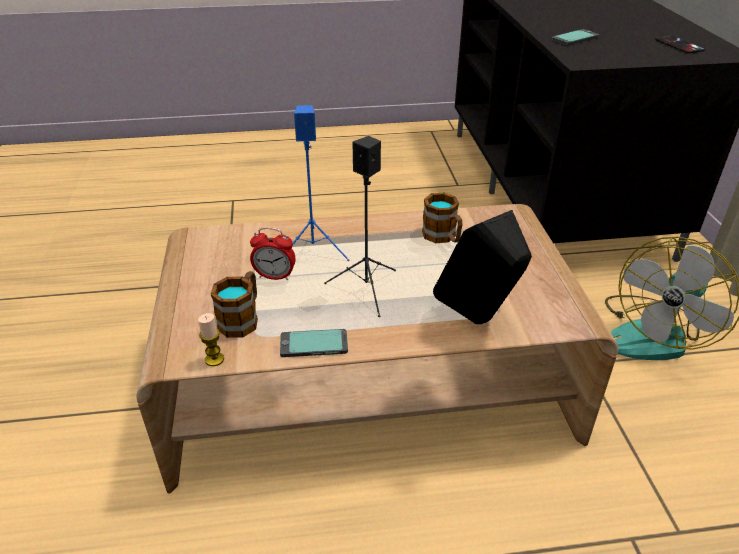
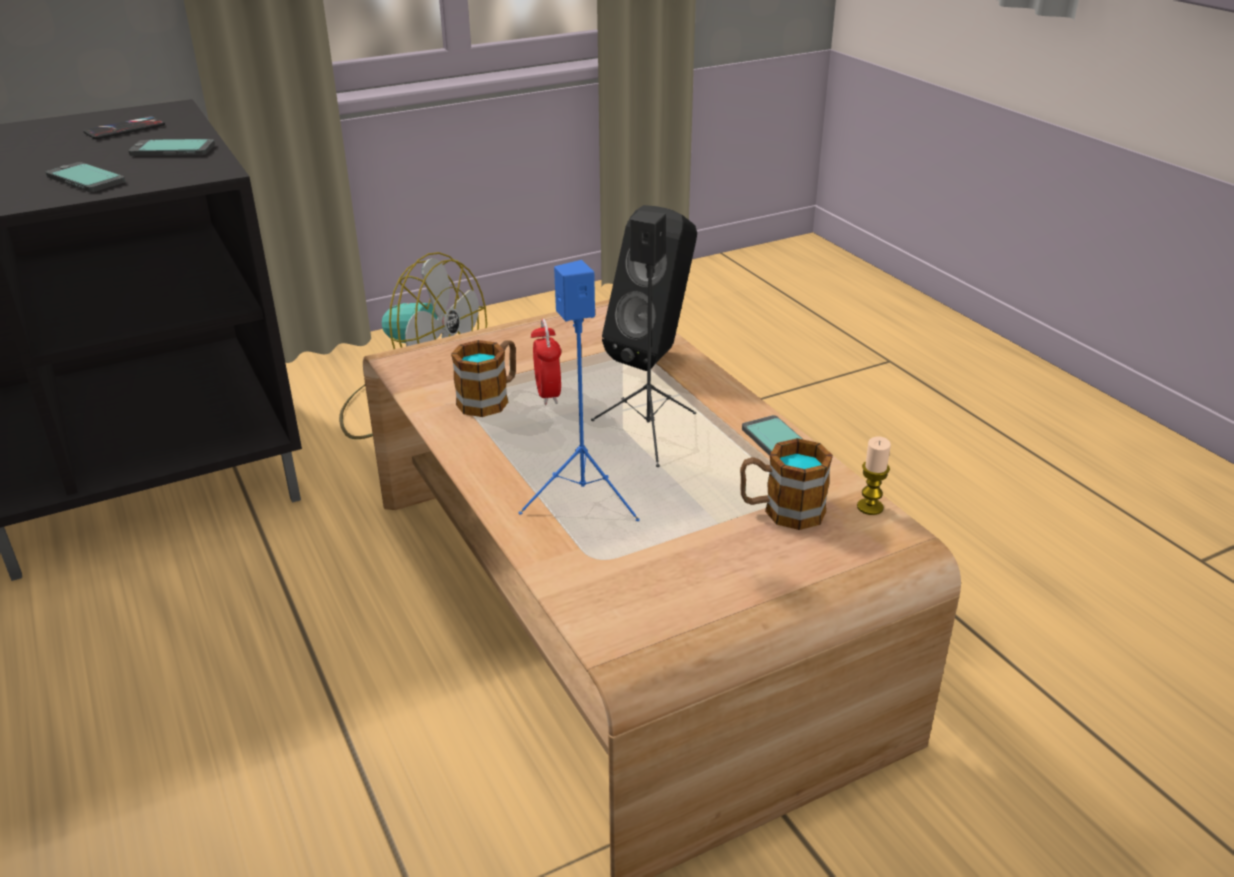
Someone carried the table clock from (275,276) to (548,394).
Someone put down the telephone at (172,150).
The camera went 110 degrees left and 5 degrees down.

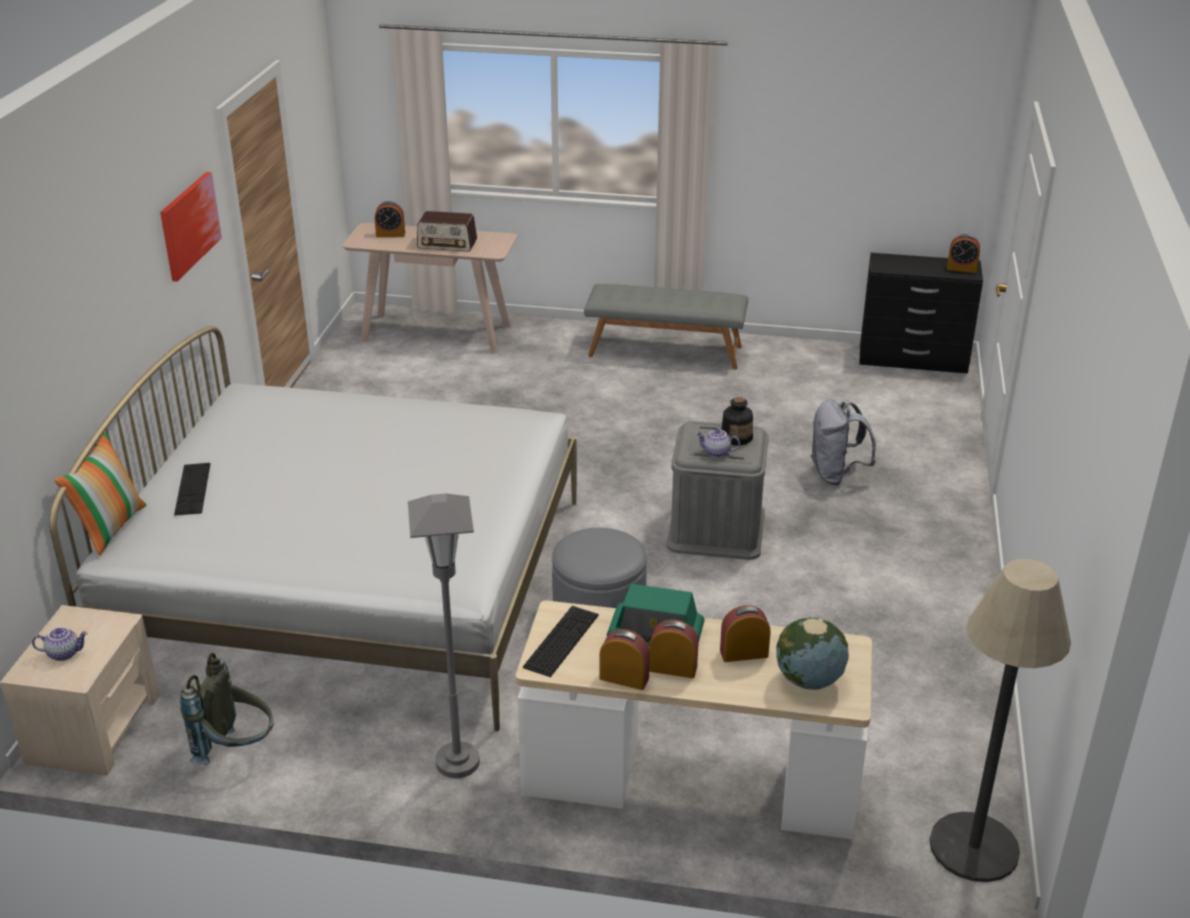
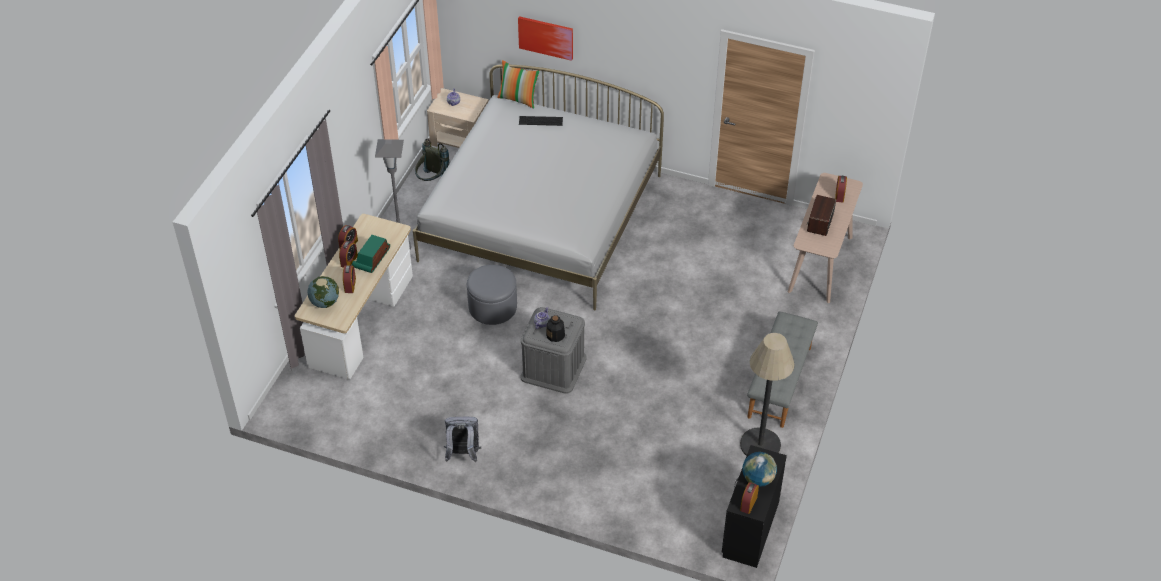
Someone carried the wall picture from (189,225) to (546,37).
Someone took away the PC keyboard at (561,641).
Someone carried the rucksack (greyish) from (836,474) to (463,454).
Someone carried the standing lamp from (974,847) to (760,444).
Someone put down the globe at (758,479).
The camera went 100 degrees right and 15 degrees up.

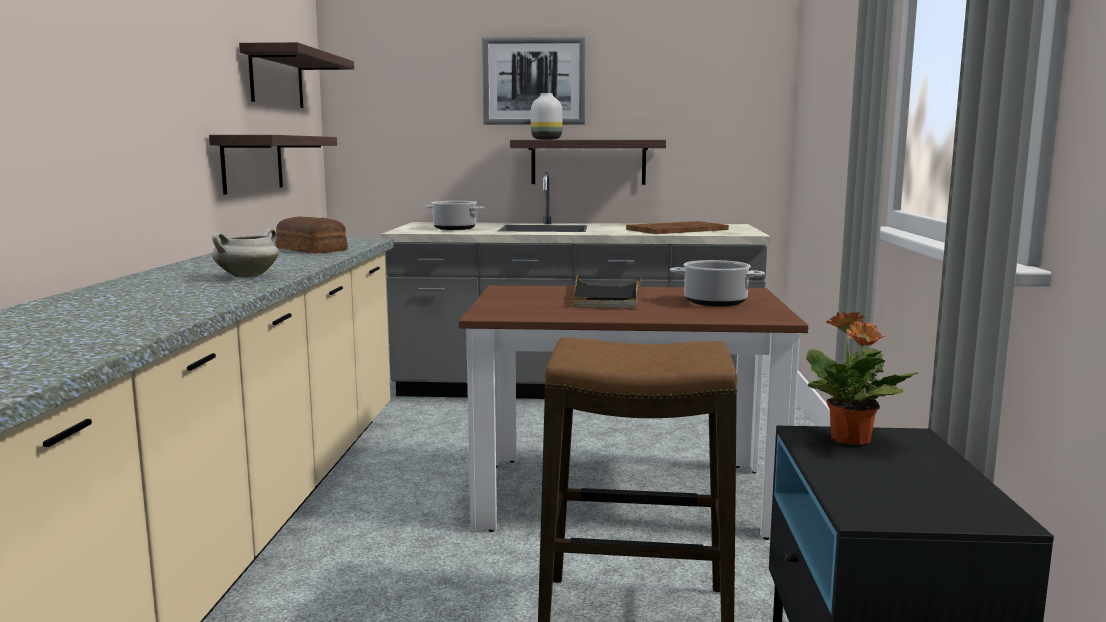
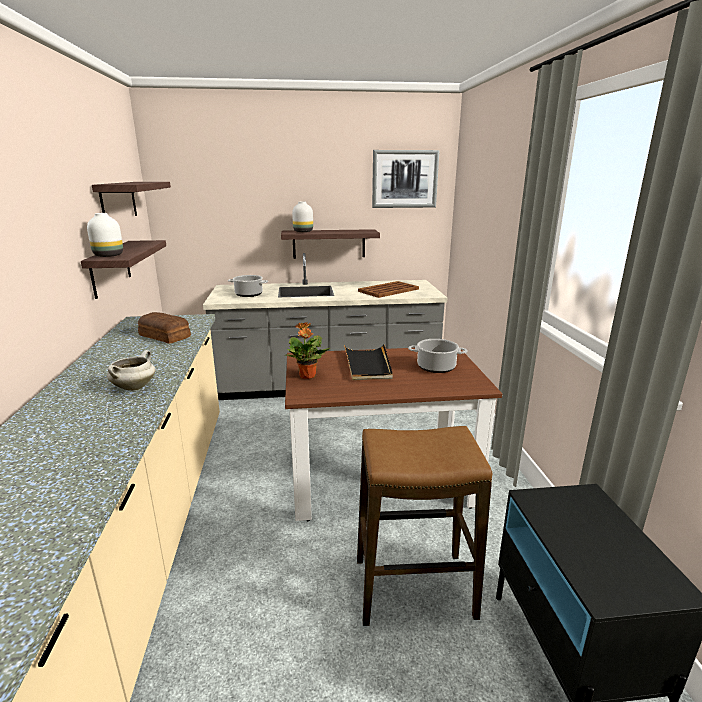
Someone carried the wall picture from (534,81) to (404,179).
Someone carried the potted plant from (850,440) to (307,376).
Someone put down the decorative vase (white-coloured) at (109,255).
The camera went 10 degrees left and 10 degrees up.

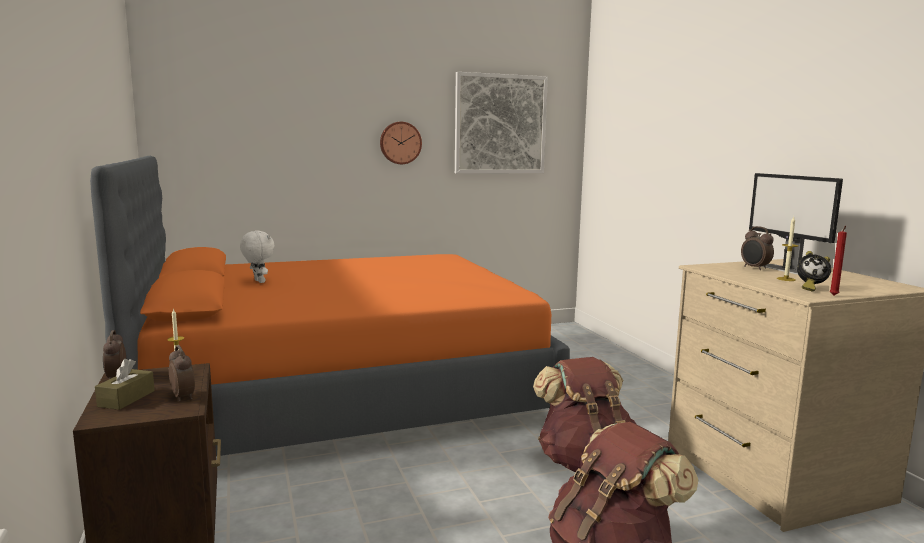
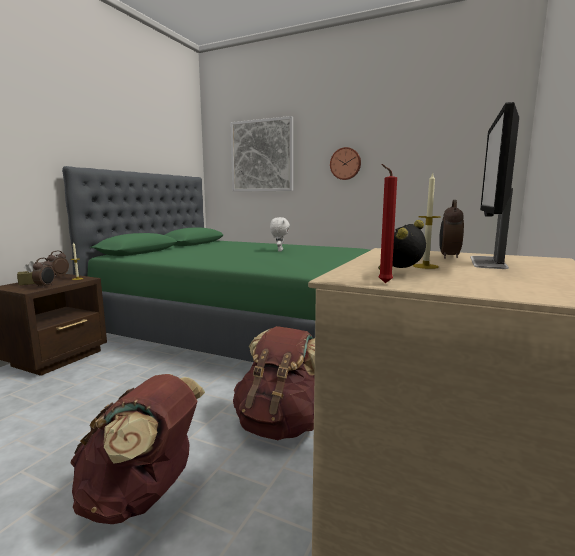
Someone repainted the bedroom bed (orange-coloured) at (342,393), which became the bedroom bed (green-coloured) at (242,328).
Someone carried the plush toy (white-coloured) from (258,281) to (279,250).
Someone carried the wall picture from (500,124) to (262,156).
Someone rotated the table clock at (810,288) by 75 degrees clockwise.
The camera went 45 degrees right and 0 degrees up.

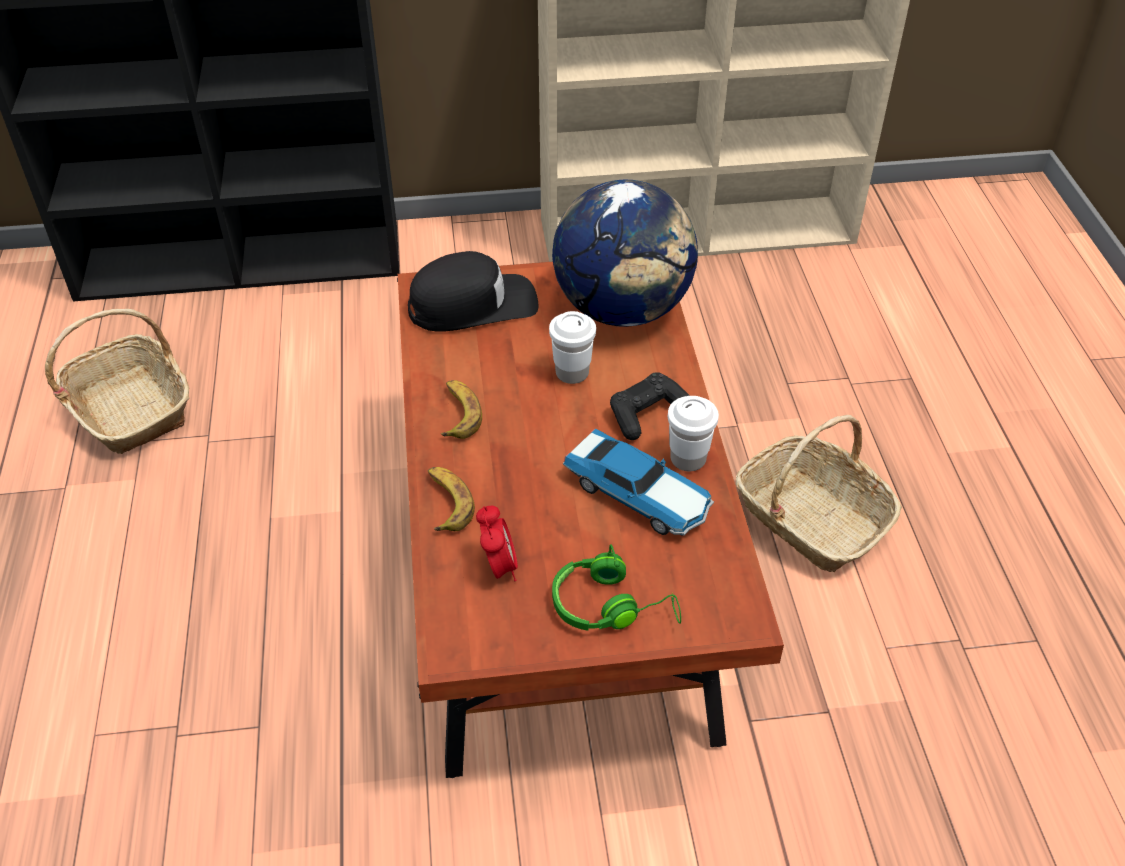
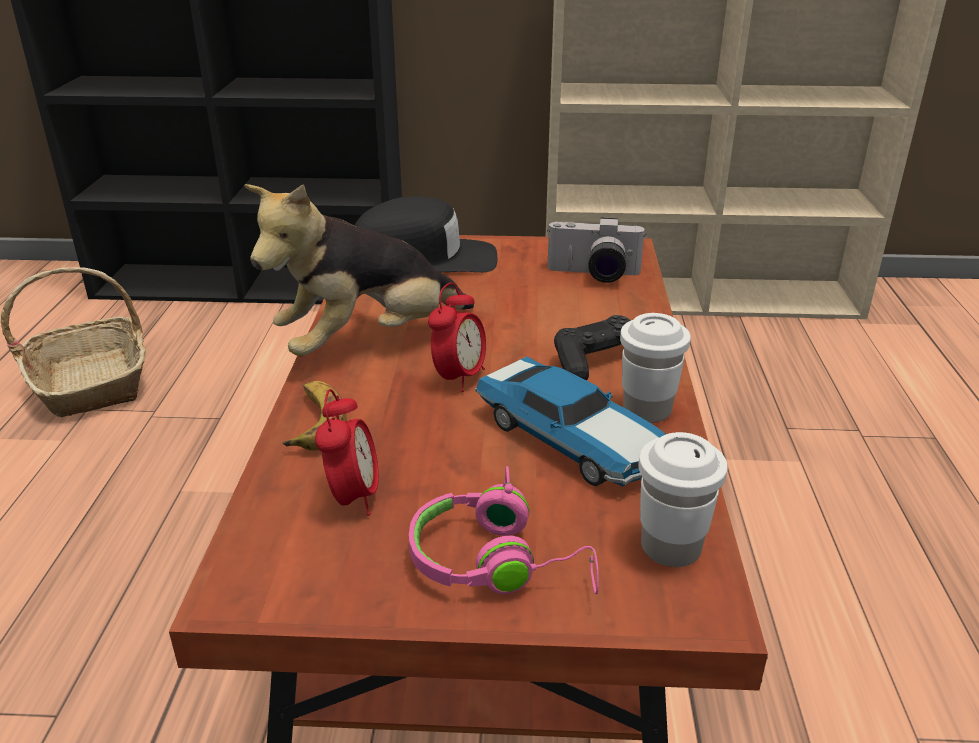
Someone swapped the whole banana at (458,413) for the plush toy at (368,342).
Someone carried the small cup (white-coloured) from (572,373) to (670,548).
Someone swapped the globe at (623,309) for the photo camera at (593,275).
Someone repainted the headphones (green-coloured) at (611,605), which became the headphones (pink-coloured) at (499,562).
Someone took away the storage basket at (810,518).
Someone put down the table clock at (459,378).
The camera went 10 degrees right and 15 degrees down.

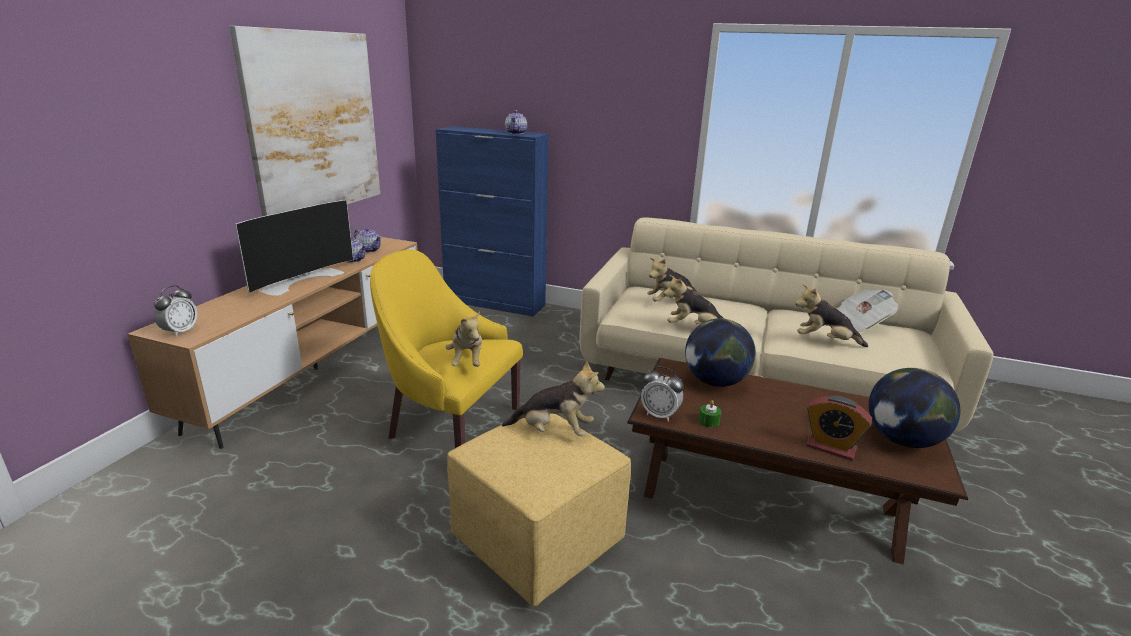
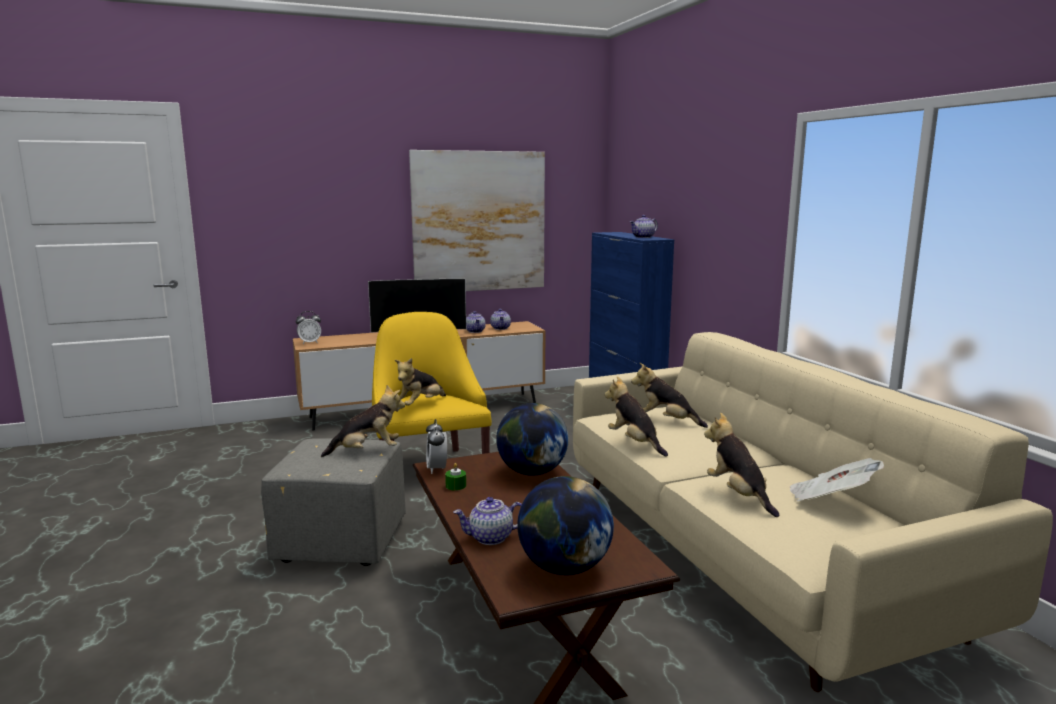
Someone repainted the footrest (yellowish) at (535,542), which became the footrest (greyish) at (340,542).
Someone rotated the plush toy at (554,431) by 75 degrees counterclockwise.
Someone swapped the table clock at (830,447) for the pot for tea at (490,538).
The camera went 50 degrees right and 10 degrees down.

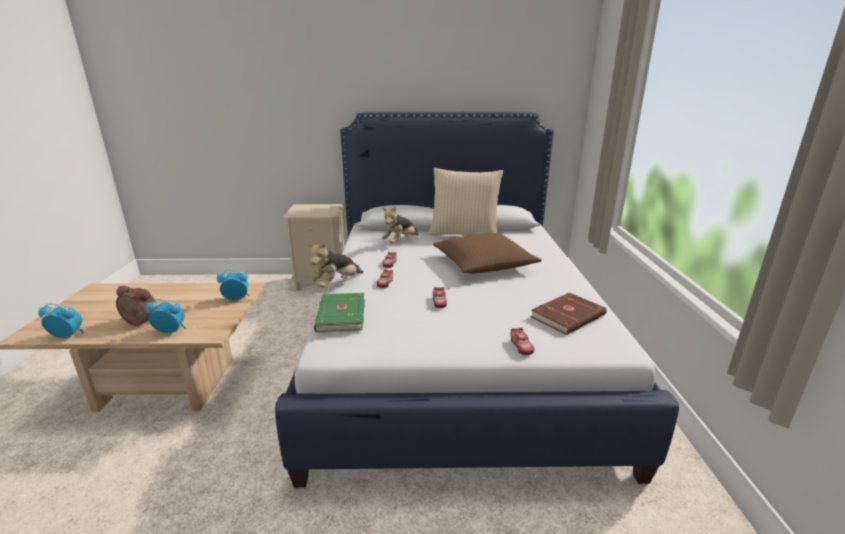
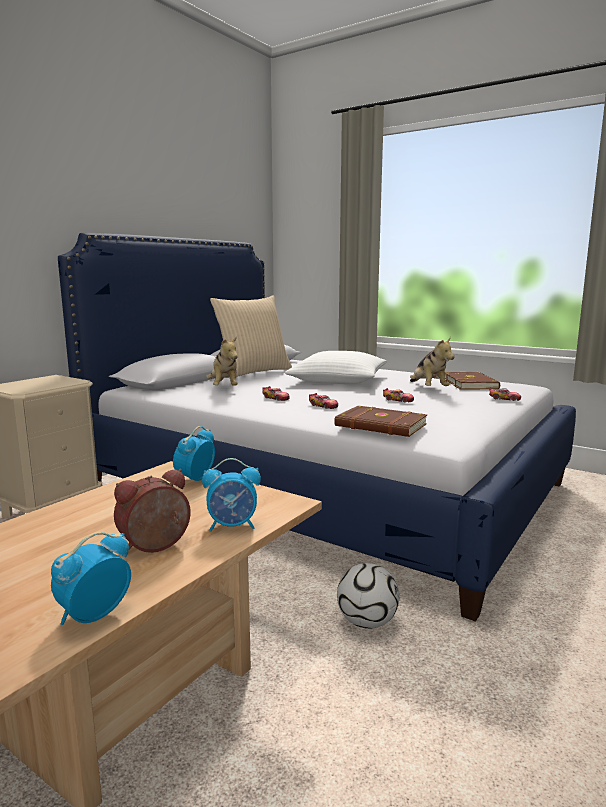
Someone rotated the table clock at (170,331) by 135 degrees counterclockwise.
Someone carried the plush toy from (337,284) to (428,388).
Someone repainted the volume (green-coloured) at (339,315), which became the volume (brownish) at (380,426).
Someone repainted the cushion (brownish) at (483,263), which became the cushion (white-coloured) at (338,380).
Someone put down the football ball at (366,622).
The camera went 55 degrees left and 10 degrees down.

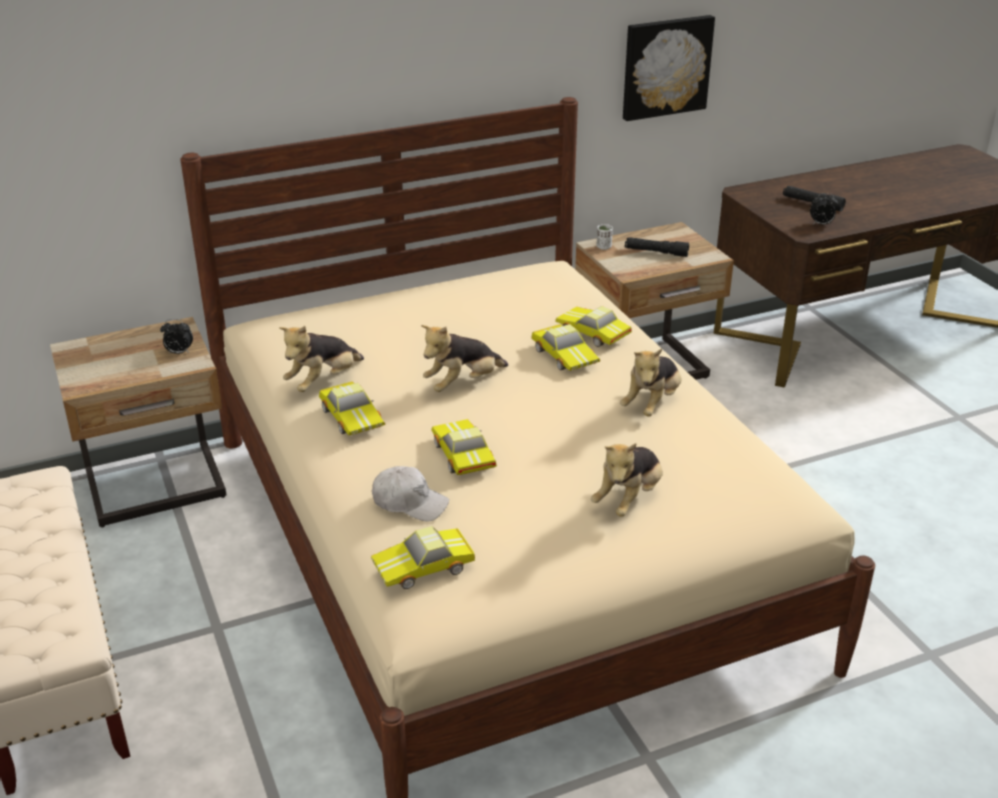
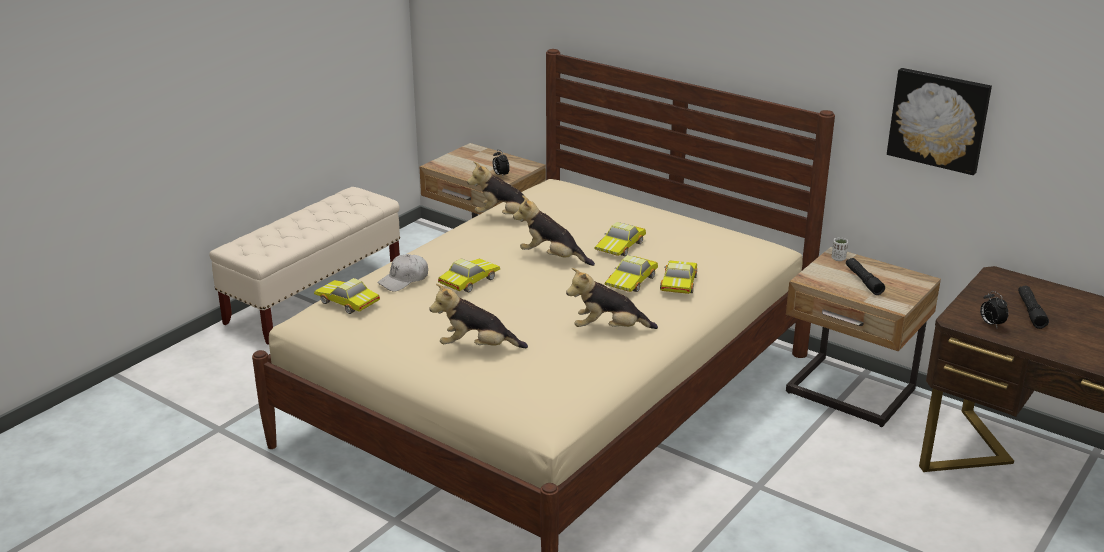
Someone carried the toy car from (353,416) to (621,246).
Someone rotated the cap (white-coloured) at (409,502) by 60 degrees clockwise.
The camera went 60 degrees right and 5 degrees down.

